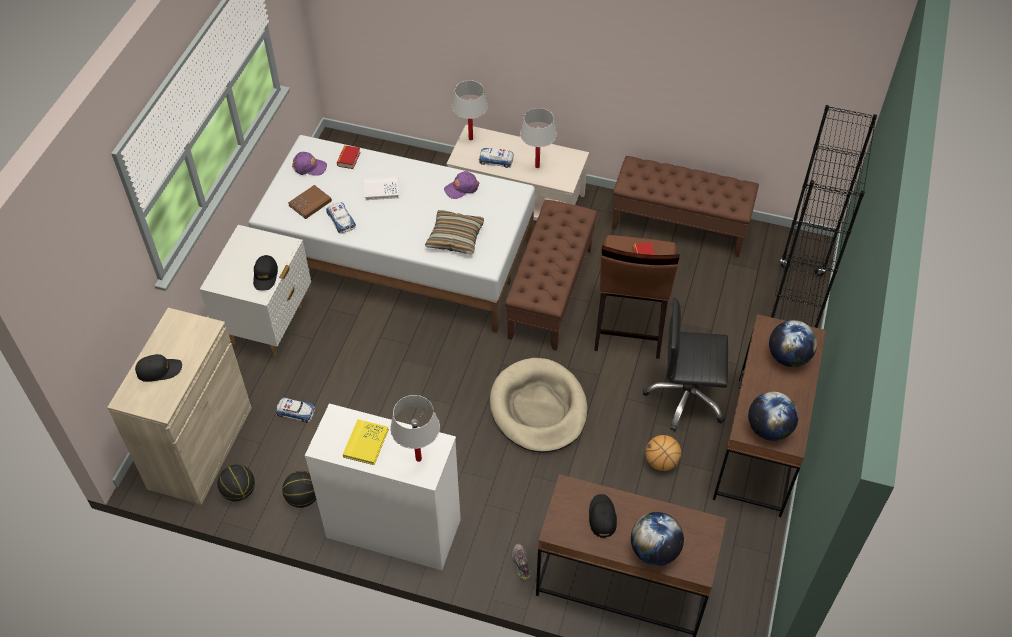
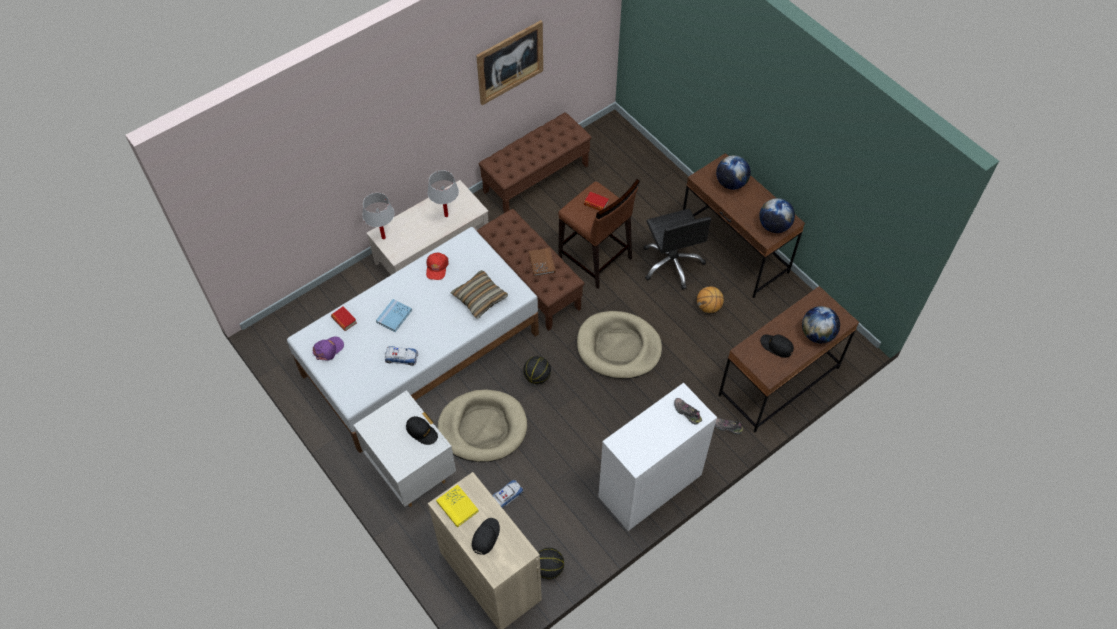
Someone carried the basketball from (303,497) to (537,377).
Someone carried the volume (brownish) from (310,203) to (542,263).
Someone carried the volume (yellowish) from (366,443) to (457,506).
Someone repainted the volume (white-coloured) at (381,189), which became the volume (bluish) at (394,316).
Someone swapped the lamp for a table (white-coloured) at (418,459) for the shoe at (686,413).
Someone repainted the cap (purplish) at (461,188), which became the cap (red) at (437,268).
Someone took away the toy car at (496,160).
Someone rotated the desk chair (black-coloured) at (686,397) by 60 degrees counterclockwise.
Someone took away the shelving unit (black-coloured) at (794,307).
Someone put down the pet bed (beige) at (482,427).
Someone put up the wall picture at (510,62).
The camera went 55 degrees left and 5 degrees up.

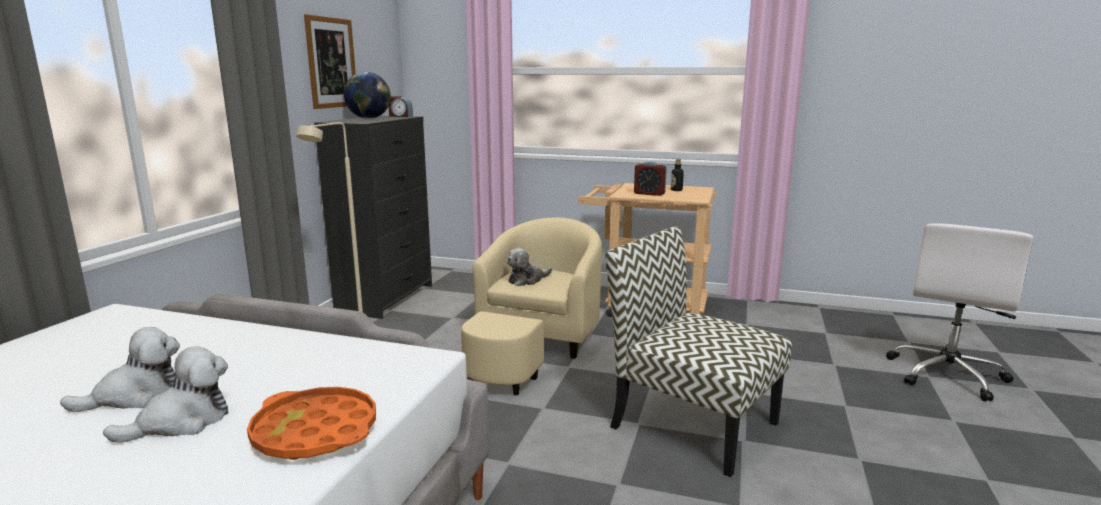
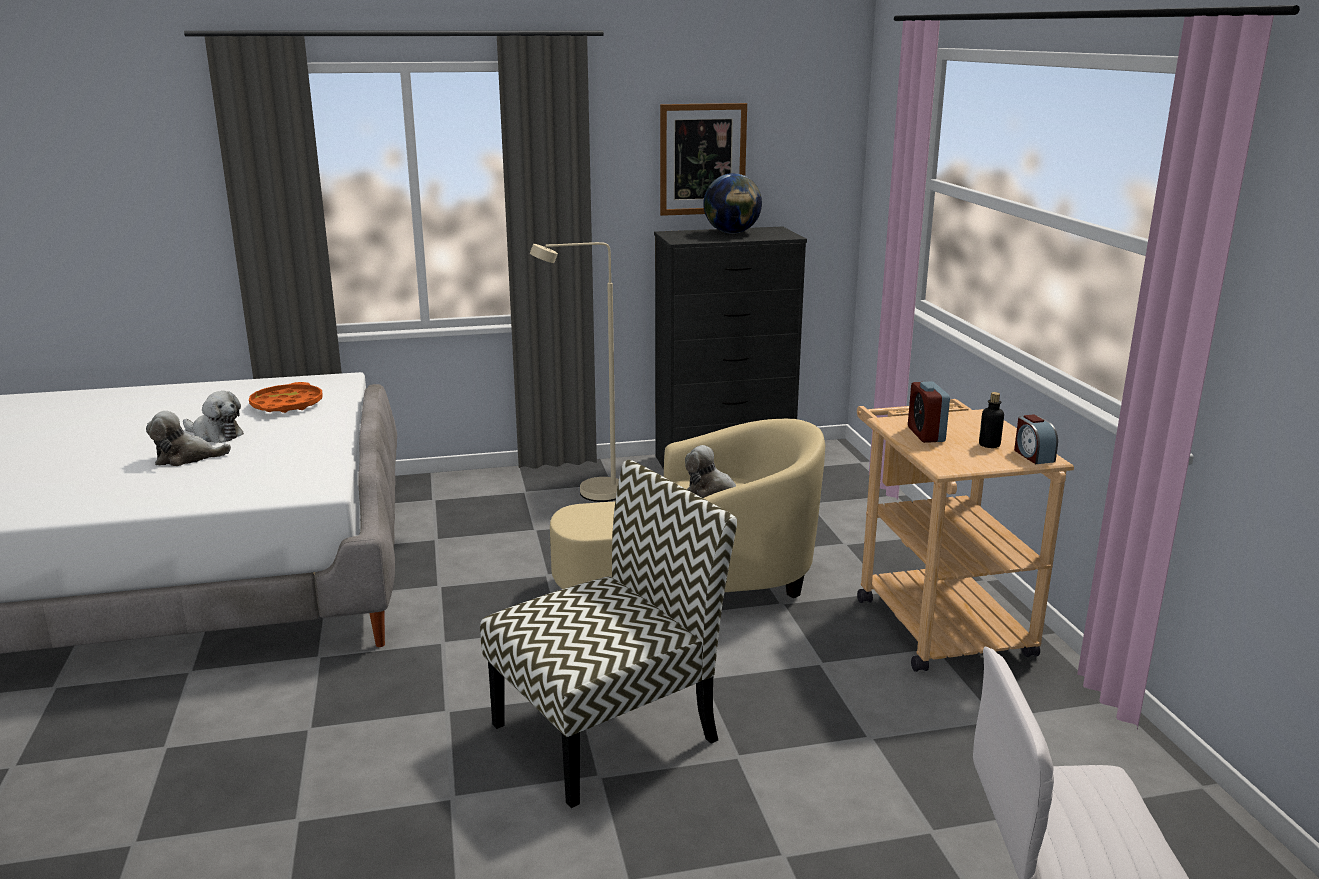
Someone rotated the plush toy at (182,422) by 150 degrees clockwise.
Someone carried the carrying tray (orange-coloured) from (315,432) to (287,405).
Someone carried the table clock from (400,116) to (1033,455).
Someone rotated the chair at (691,424) by 45 degrees clockwise.
The camera went 60 degrees right and 5 degrees up.

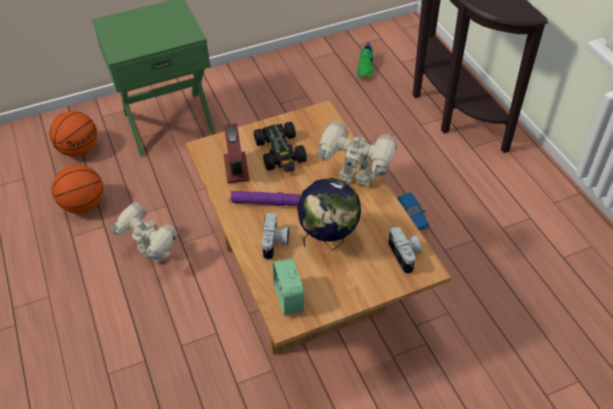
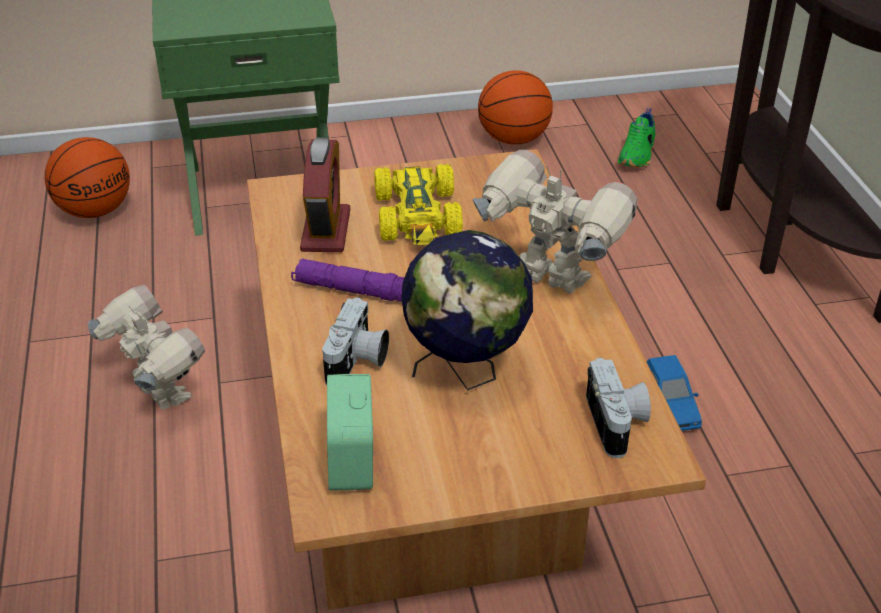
Someone carried the basketball from (83,205) to (513,140).
Someone repainted the toy car (black-coloured) at (280,152), which became the toy car (yellowish) at (418,216).
The camera went 10 degrees right and 10 degrees down.

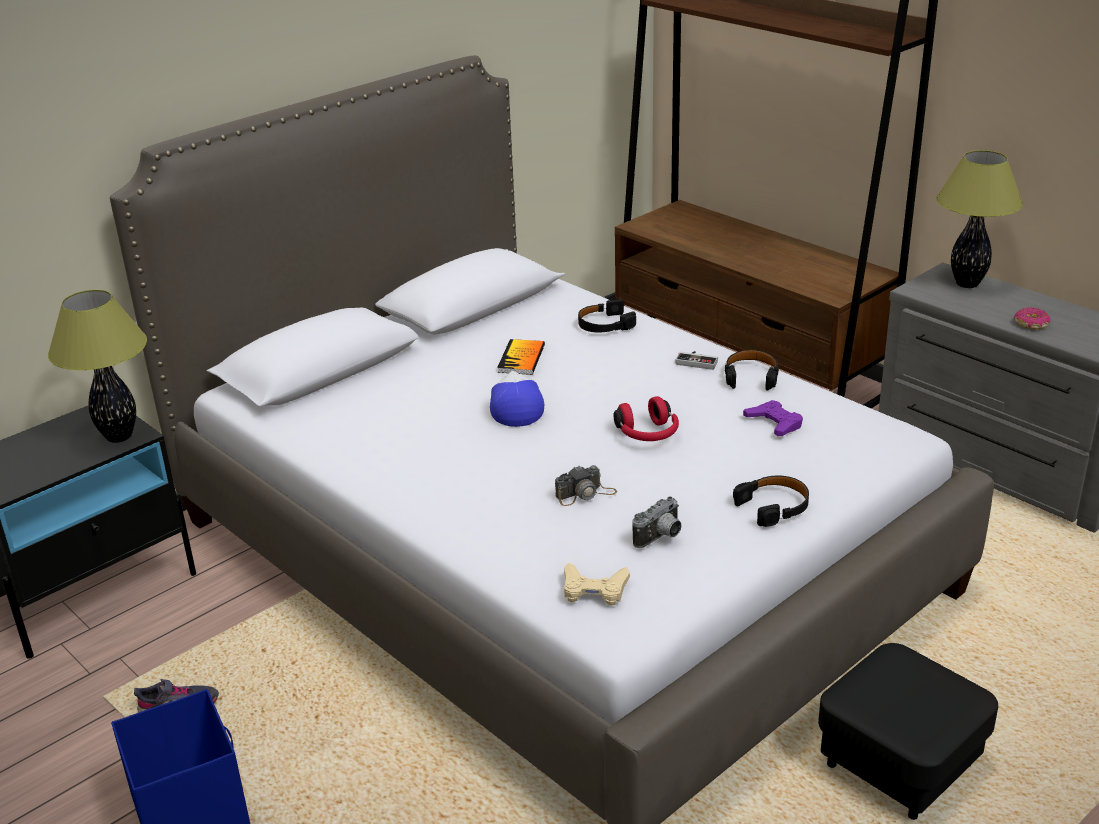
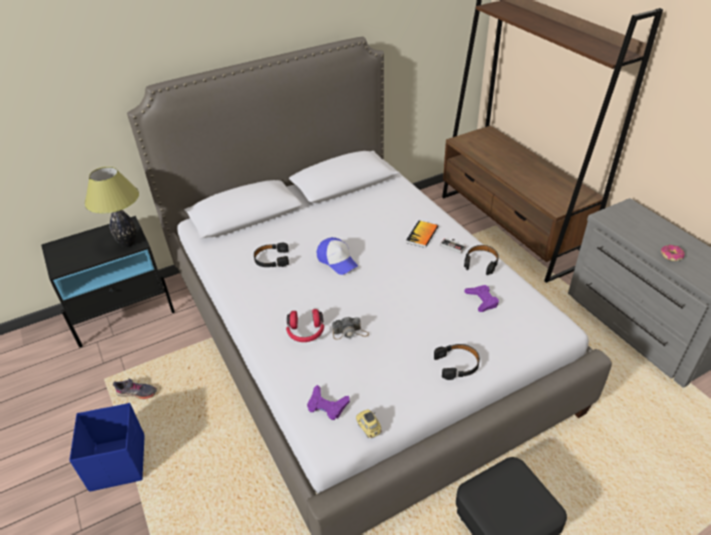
Someone rotated the cap at (515,406) by 135 degrees clockwise.
Someone carried the volume from (521,359) to (422,235).
Someone repainted the game controller (beige) at (594,590), which became the game controller (purplish) at (327,405).
Someone carried the headphones (black-coloured) from (605,325) to (272,259).
Someone carried the headphones (red) from (648,434) to (306,332).
Someone took away the photo camera at (661,538).
Someone took away the lamp for a table at (966,284).
Someone put down the toy car at (369,428).
The camera went 15 degrees right and 10 degrees up.

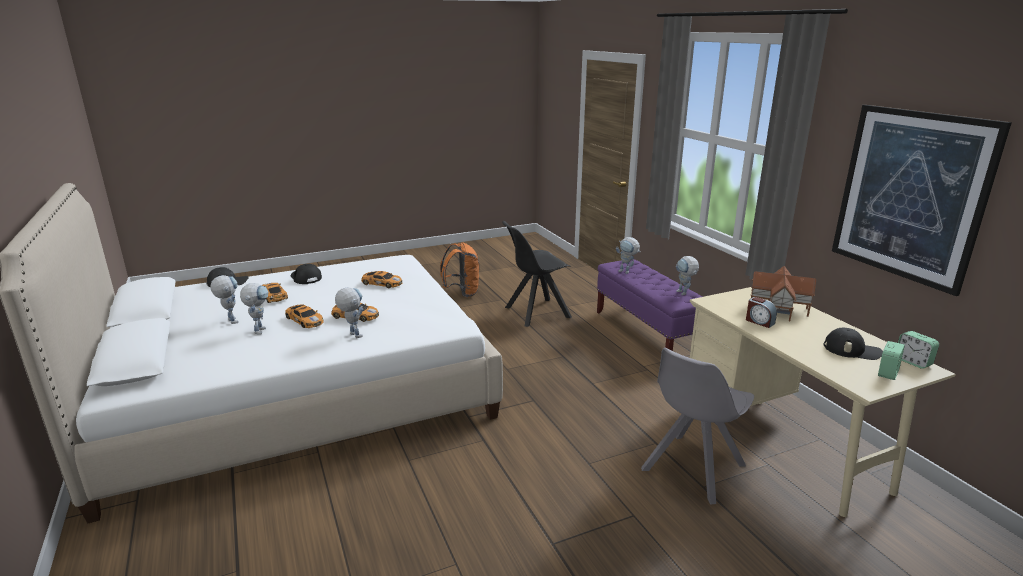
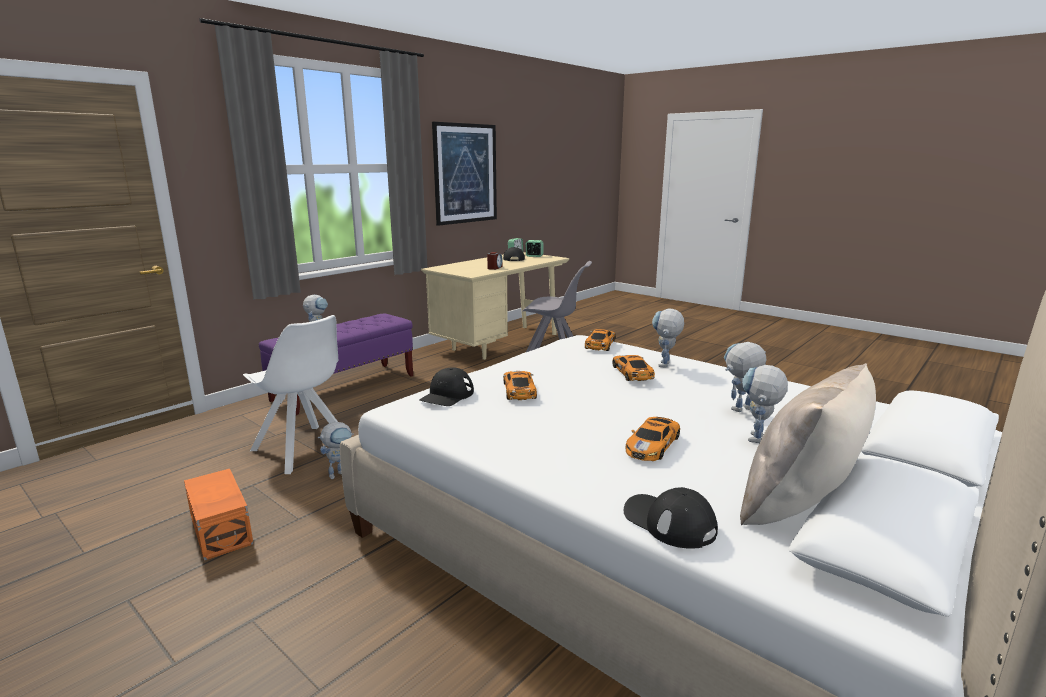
Someone carried the toy car from (304,320) to (600,345).
Someone carried the cap (black-coloured) from (305,277) to (447,395).
Someone swapped the rucksack (orange-coloured) at (462,293) for the storage container (orange-coloured) at (219,531).
Someone repainted the chair (black-coloured) at (535,313), which became the chair (white-coloured) at (304,450).
Someone carried the toy robot from (684,294) to (340,473).
Someone took away the miniature house at (779,309).
Someone put down the cushion (beige) at (800,506).
The camera went 115 degrees left and 5 degrees down.

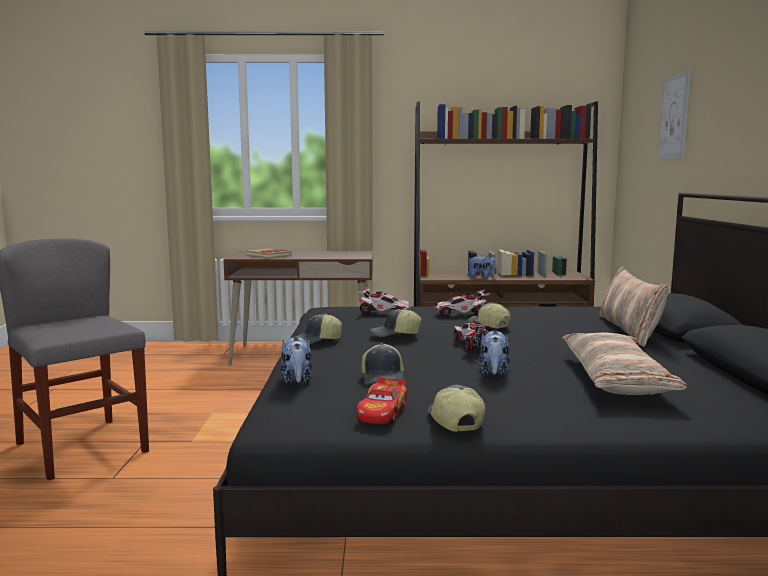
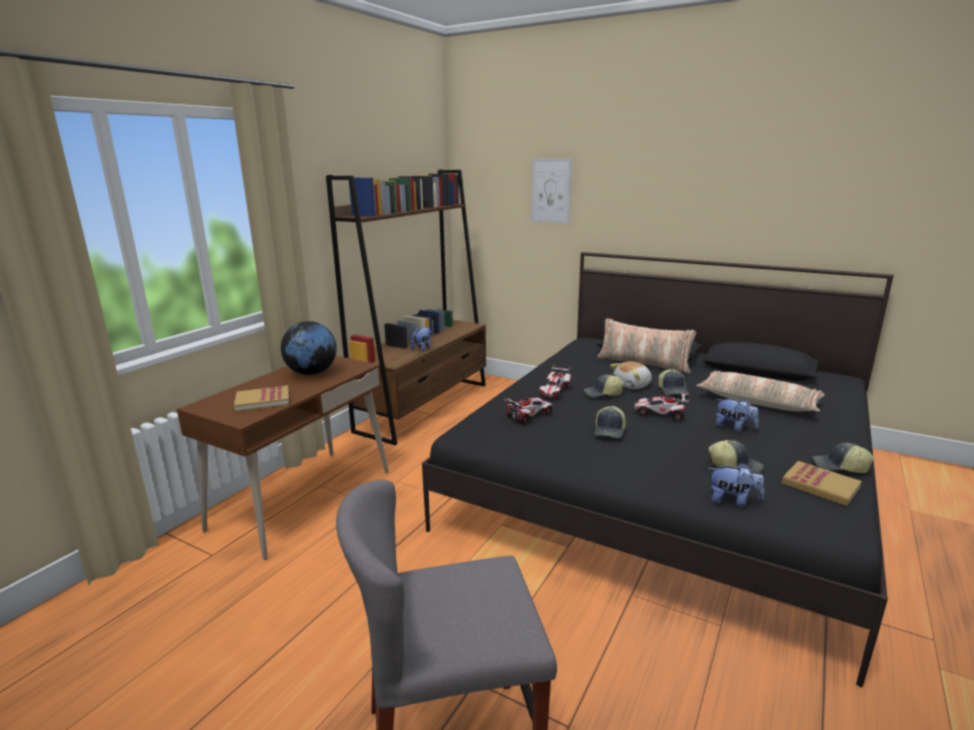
Someone carried the cap from (317,341) to (672,390).
Someone swapped the toy car at (382,412) for the volume at (820,485).
Someone put down the globe at (311,373).
Someone put down the plush toy at (633,385).
The camera went 60 degrees left and 10 degrees up.

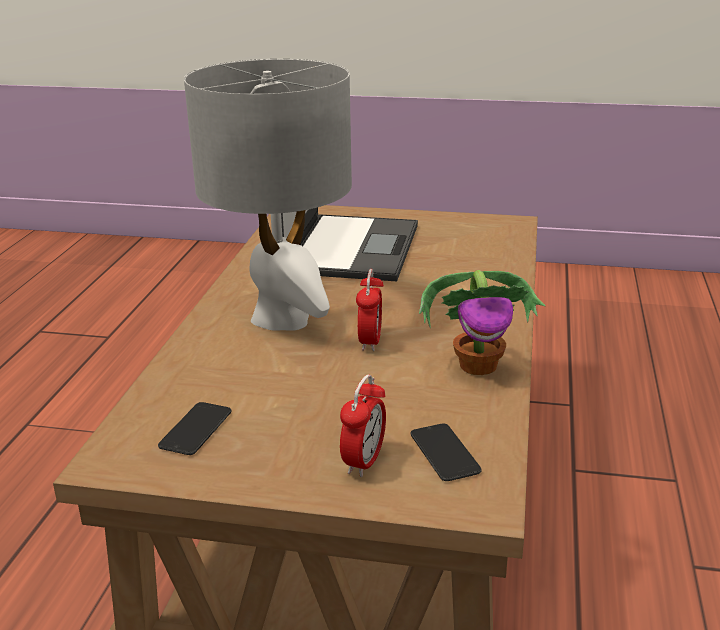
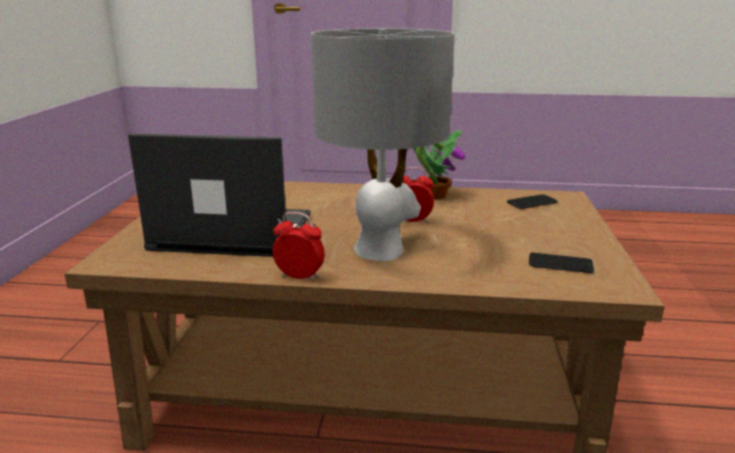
Someone carried the table clock from (364,461) to (299,276).
The camera went 95 degrees left and 5 degrees down.

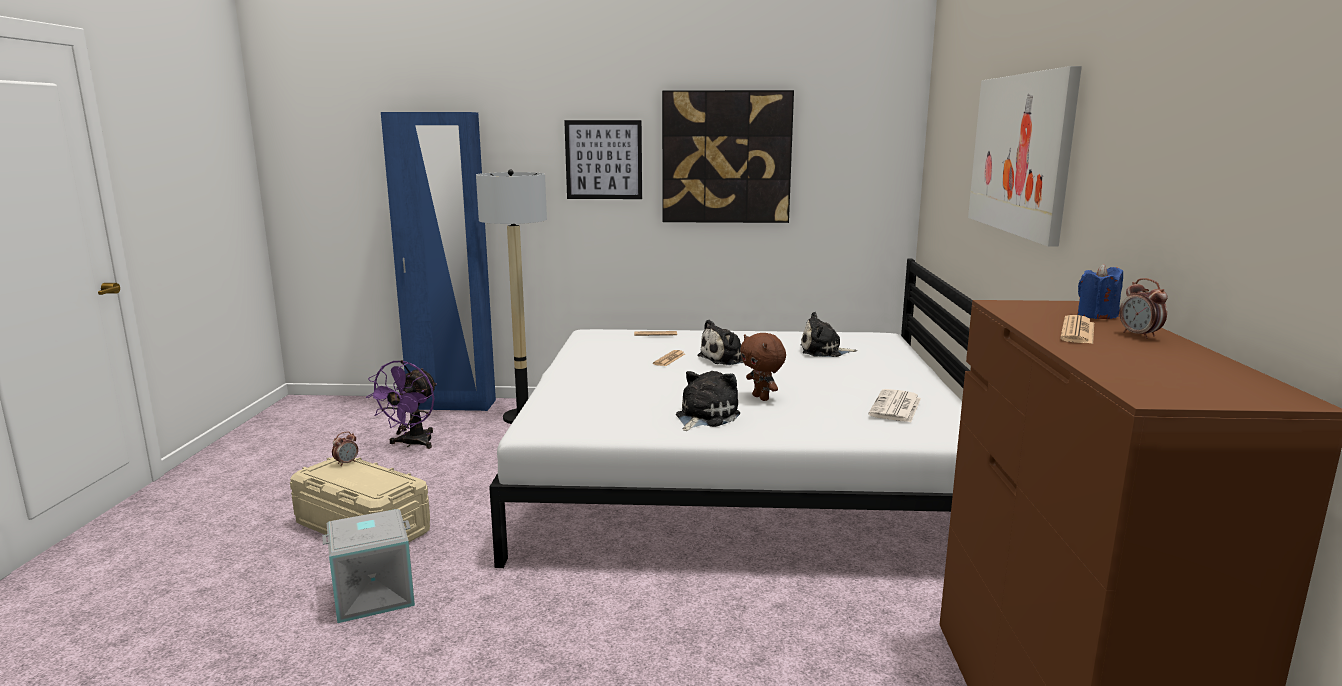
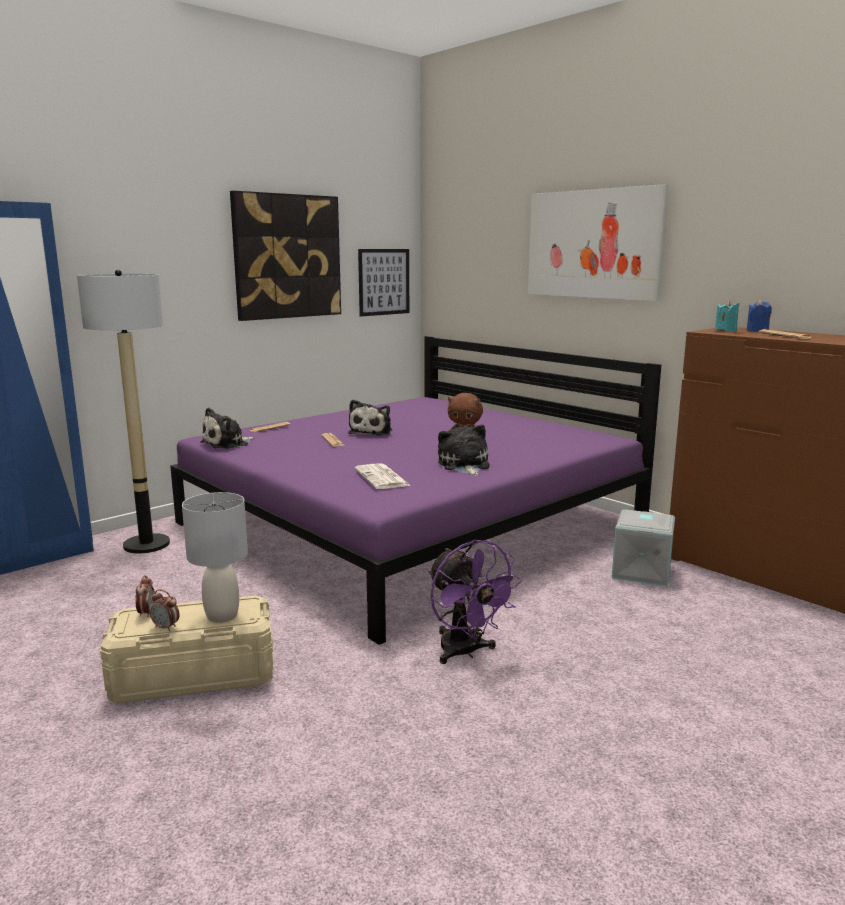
Someone carried the storage container (greyish) from (374,594) to (640,571).
Someone carried the fan (purplish) from (412,444) to (465,652).
Someone repainted the bedroom bed (white-coloured) at (742,472), which became the bedroom bed (purplish) at (411,523).
Someone carried the wall picture from (603,160) to (384,282).
Someone carried the plush toy from (823,351) to (227,444).
Someone carried the printed paper from (896,407) to (382,478).
Someone carried the table clock from (1139,335) to (166,627).
Someone put down the lamp for a table (greyish) at (222,615).
Someone put down the candle (turquoise) at (725,331).
The camera went 45 degrees left and 0 degrees up.

